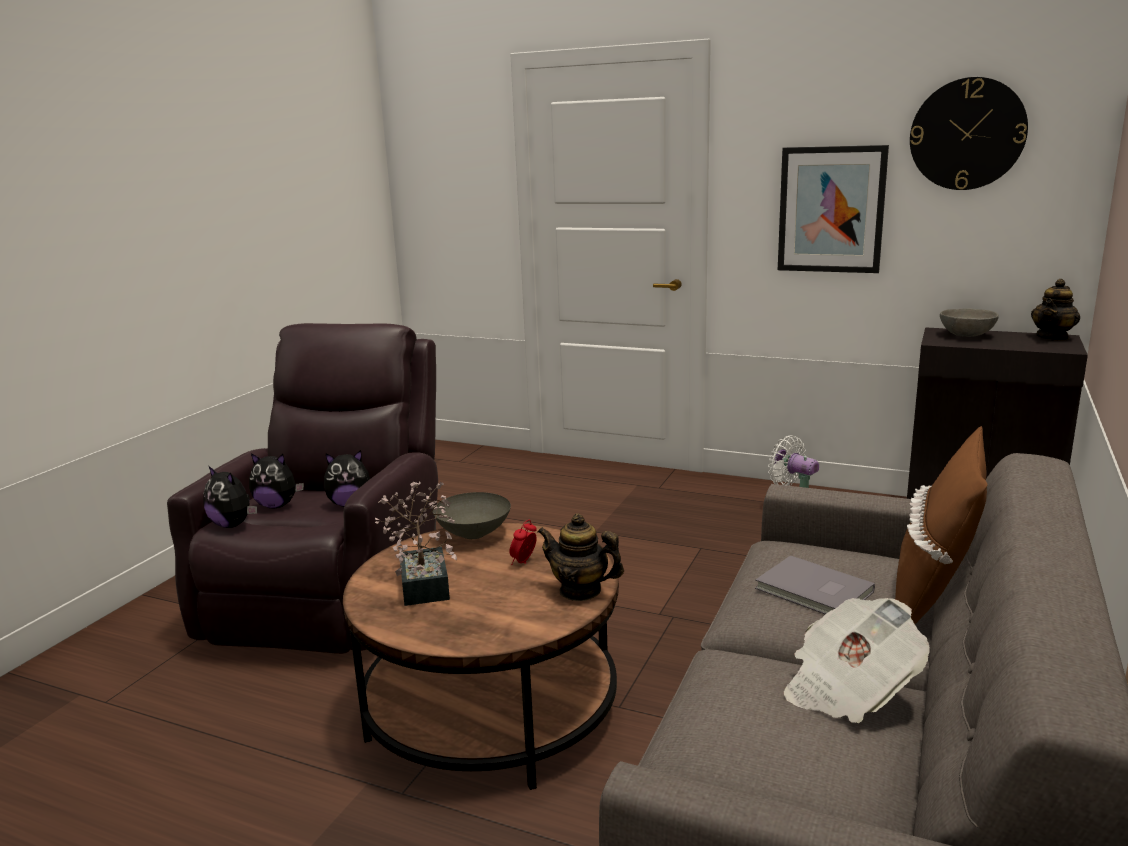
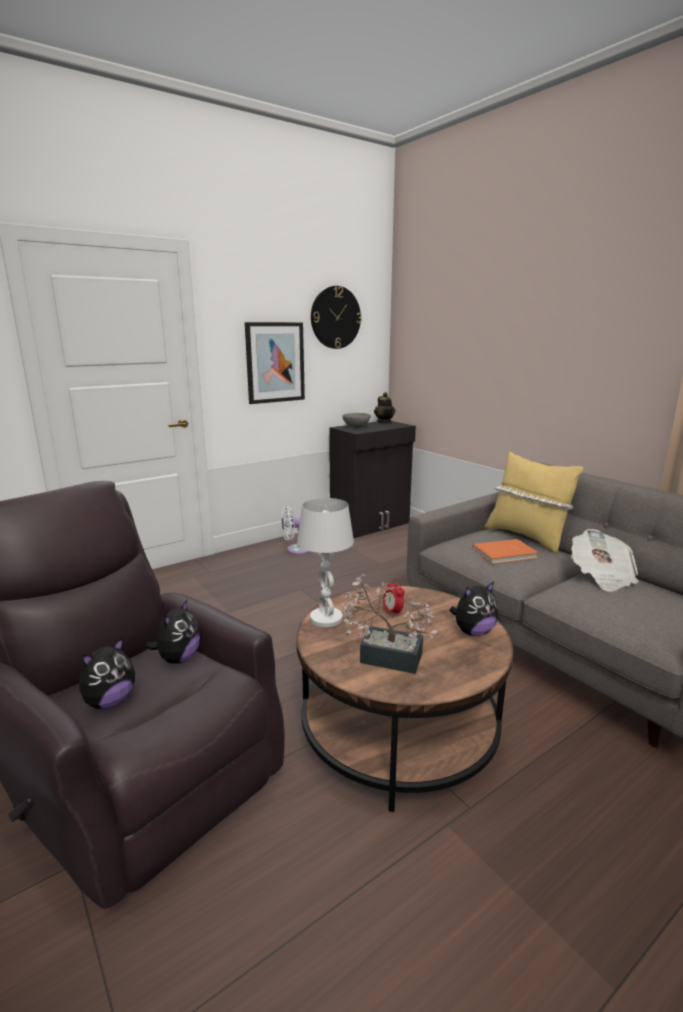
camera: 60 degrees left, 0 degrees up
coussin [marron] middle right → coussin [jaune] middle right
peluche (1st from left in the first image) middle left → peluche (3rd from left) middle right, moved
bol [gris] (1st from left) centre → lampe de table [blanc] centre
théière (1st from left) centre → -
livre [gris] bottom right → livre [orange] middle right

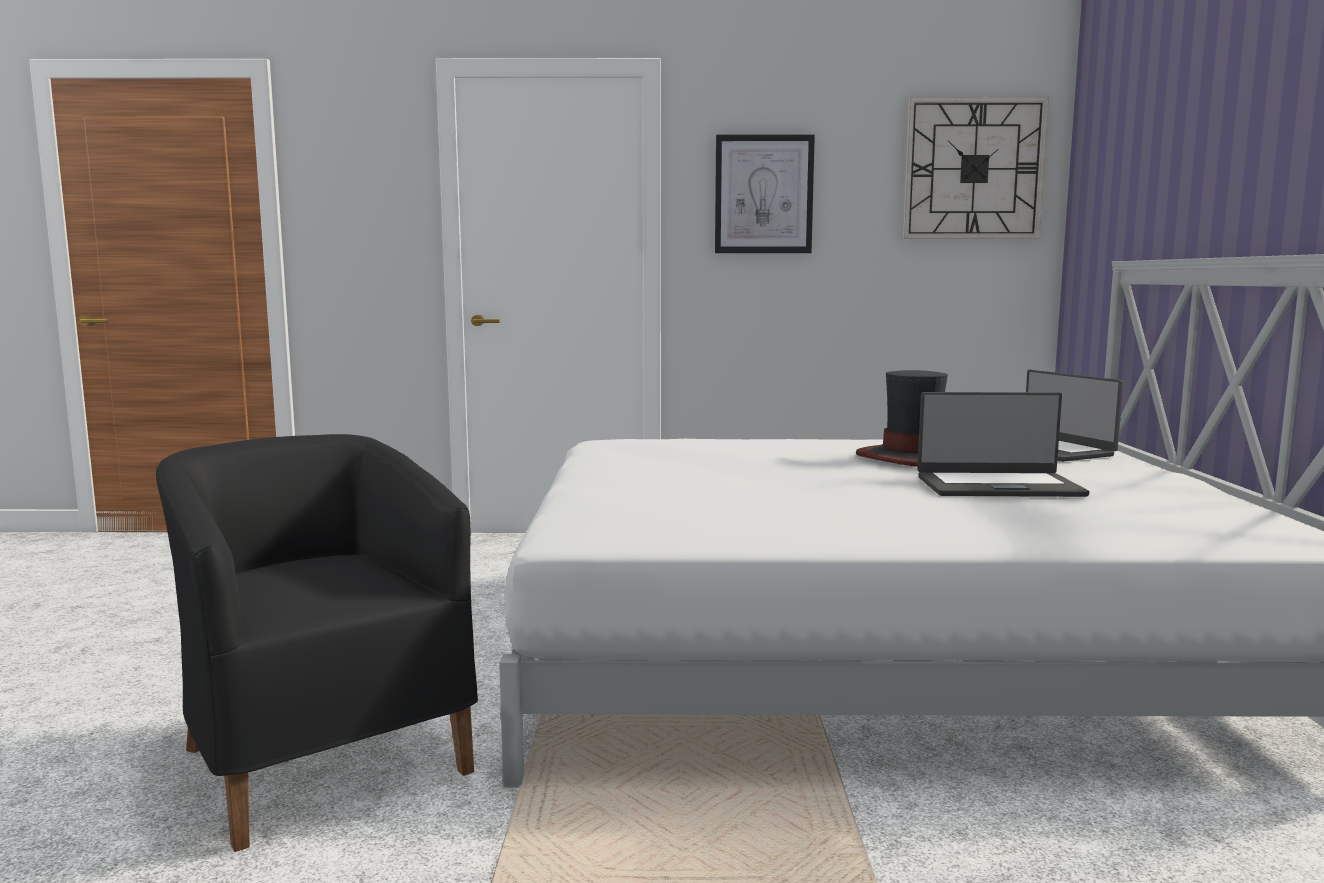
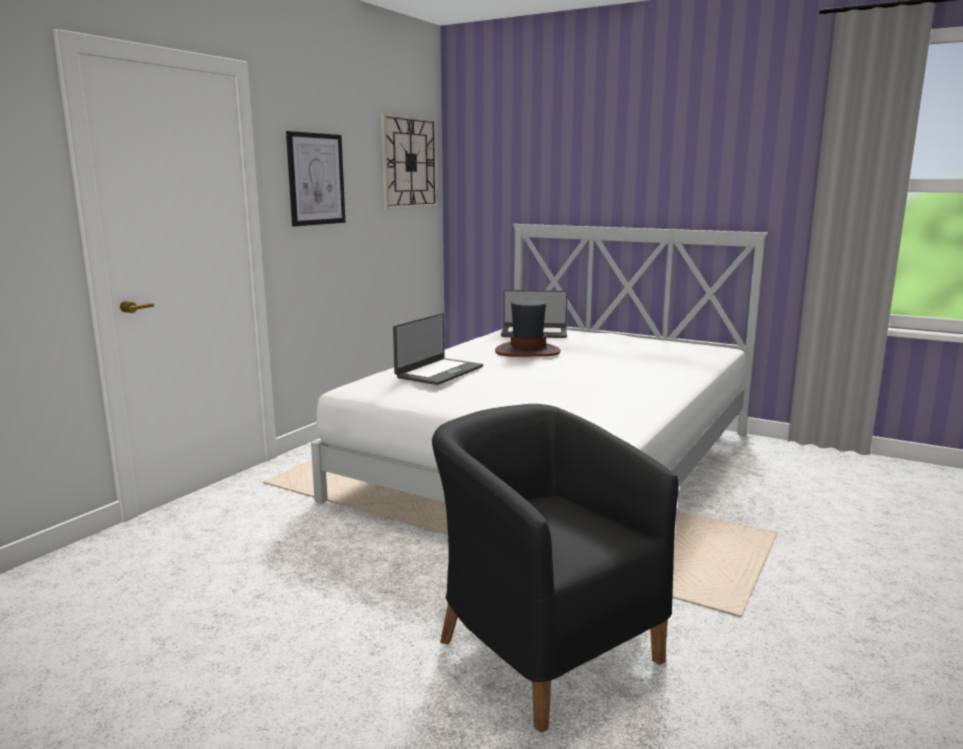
camera: 60 degrees left, 5 degrees up
ordinateur portable (1st from left) middle right → ordinateur portable (1st from left) centre, moved
fauteuil [noir] bottom left → fauteuil [noir] bottom centre, 60 degrees clockwise

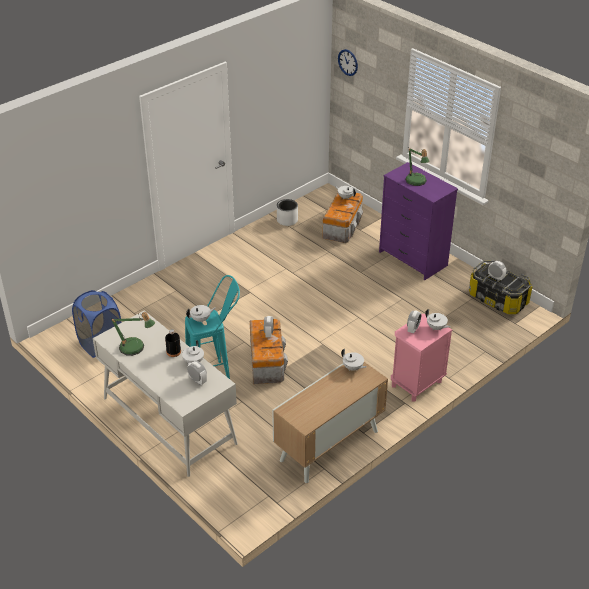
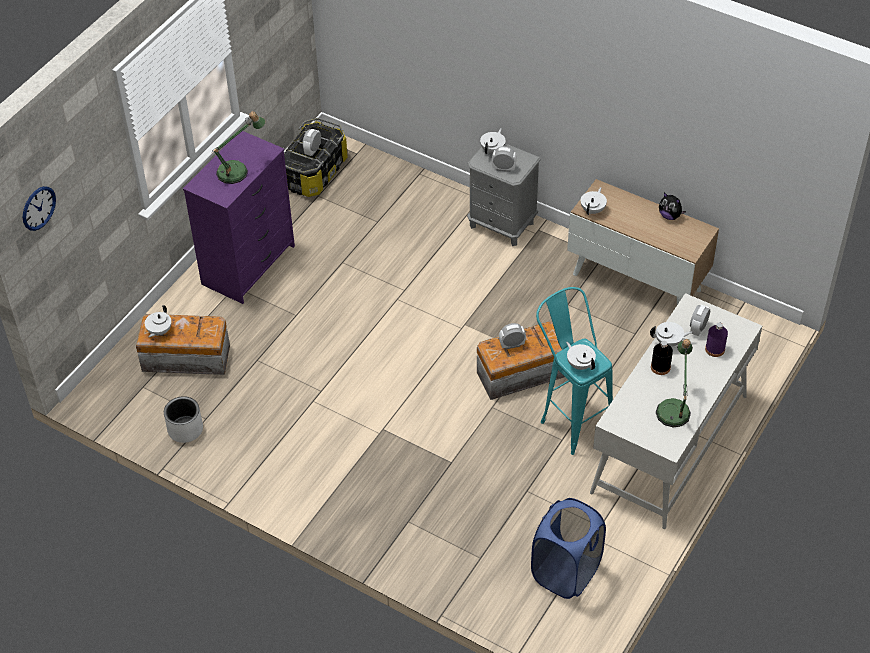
camera: 105 degrees left, 10 degrees up
table de chevet [rose] middle right → table de chevet [gris] top centre
- → peluche top right
- → bouteille [violet] middle right

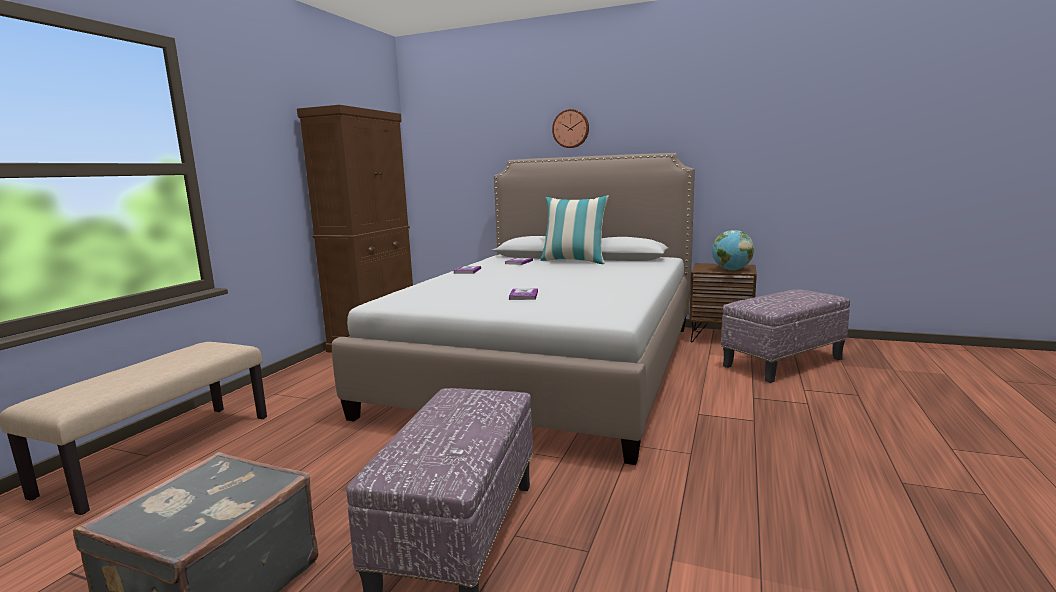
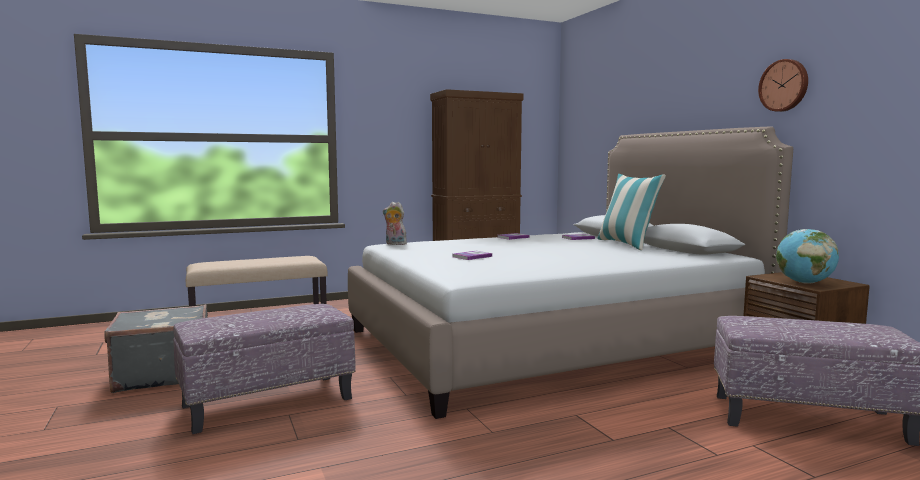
camera: 45 degrees right, 5 degrees down
horloge murale top centre → horloge murale top right, moved
- → peluche centre

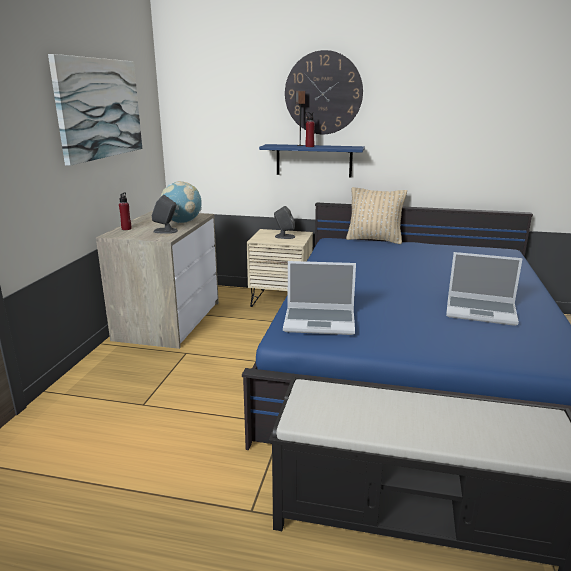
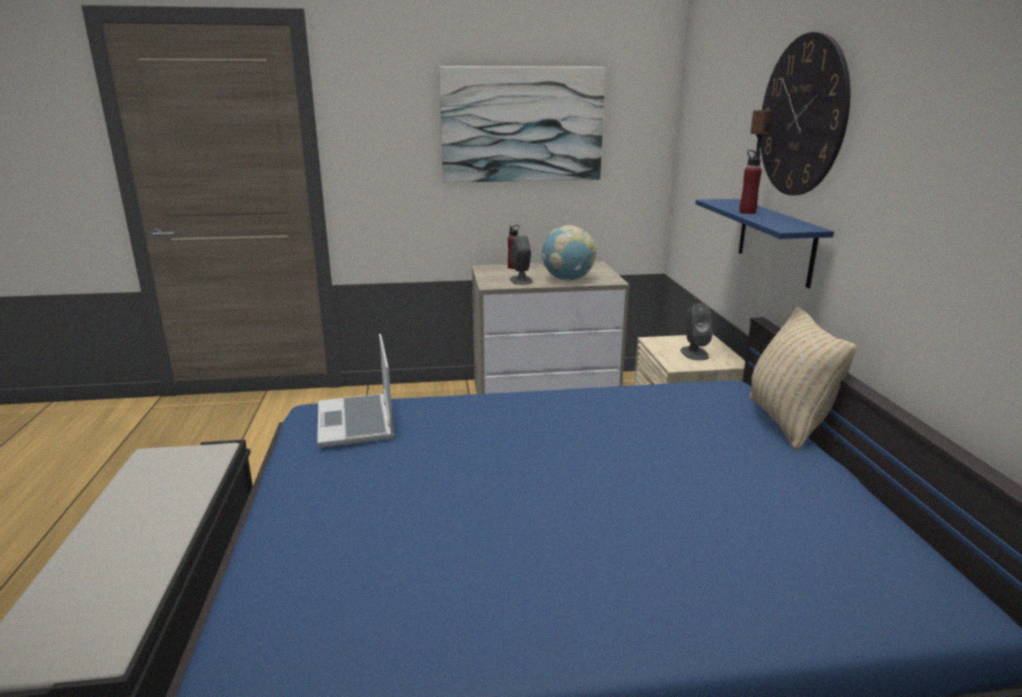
camera: 70 degrees right, 0 degrees up
ordinateur portable (2nd from left) middle right → -

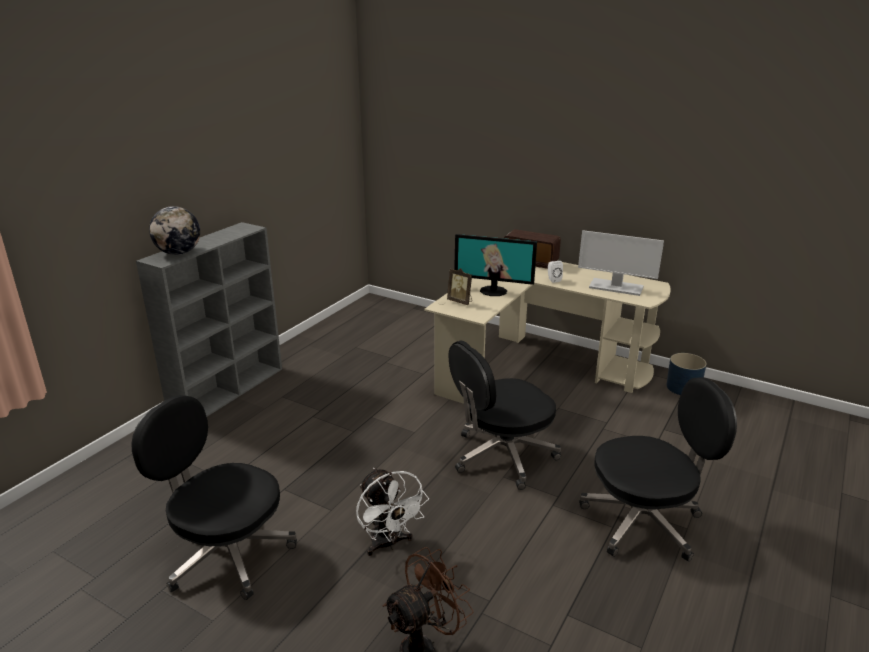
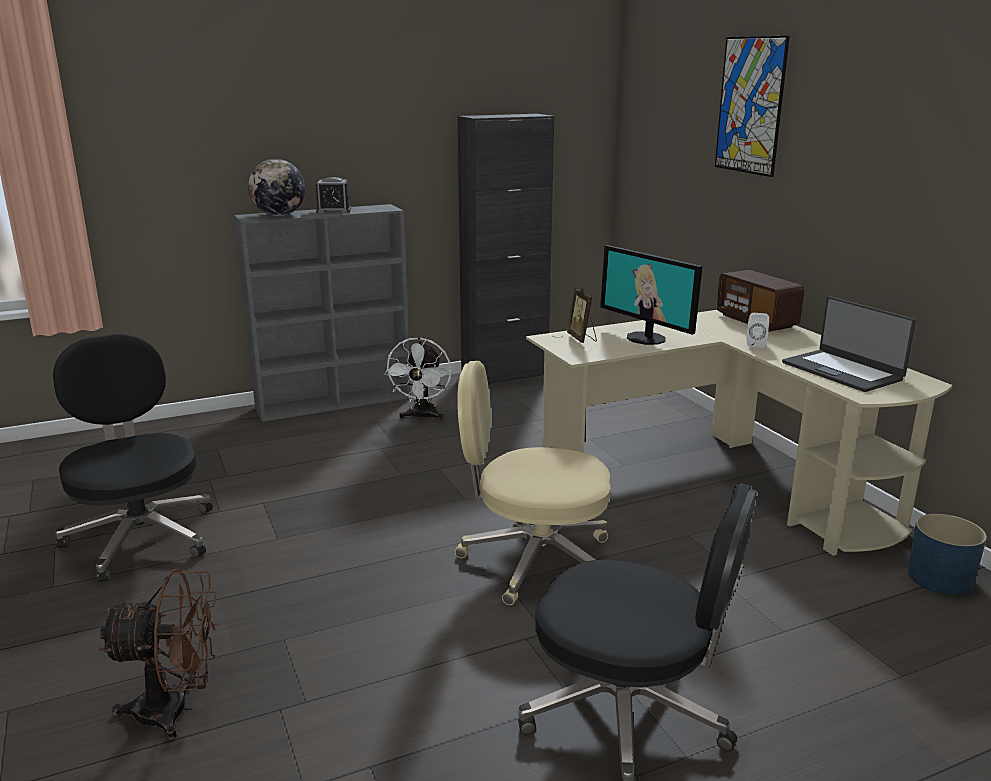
camera: 35 degrees right, 5 degrees down
écran d'ordinateur (2nd from left) middle right → ordinateur portable middle right
chaise de bureau [noir] (2nd from left) centre → chaise de bureau [beige] centre
ventilateur [blanc] bottom centre → ventilateur [blanc] centre, moved
- → tableau top right
- → meuble de rangement [noir] top centre
- → réveil top centre

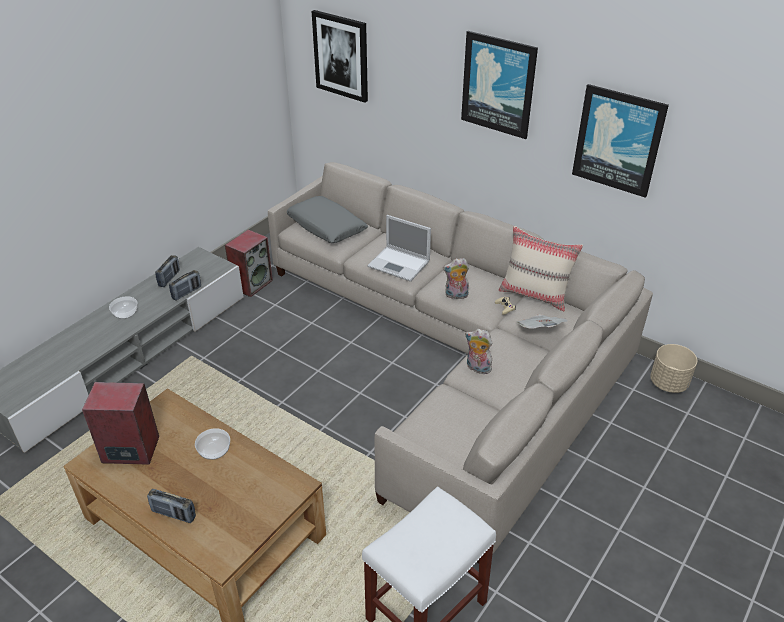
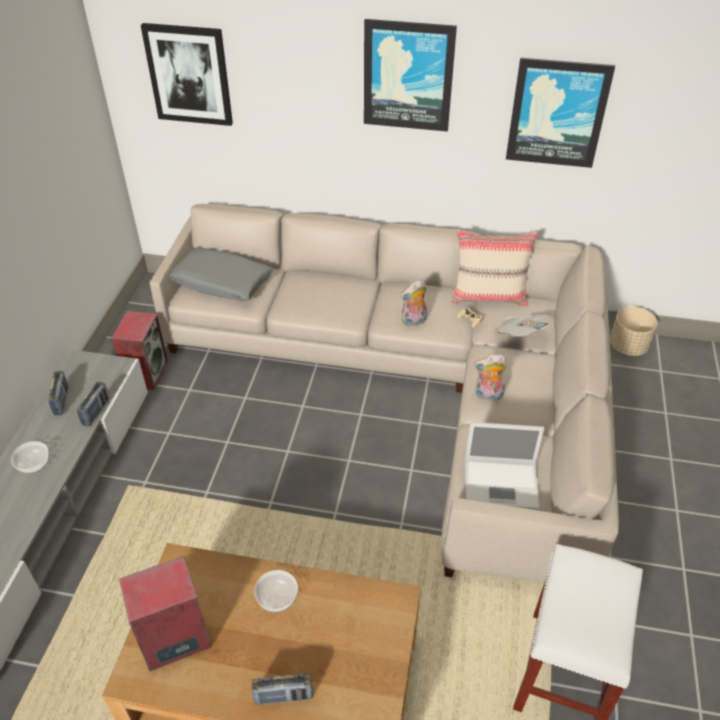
camera: 25 degrees left, 5 degrees up
ordinateur portable centre → ordinateur portable middle right, moved

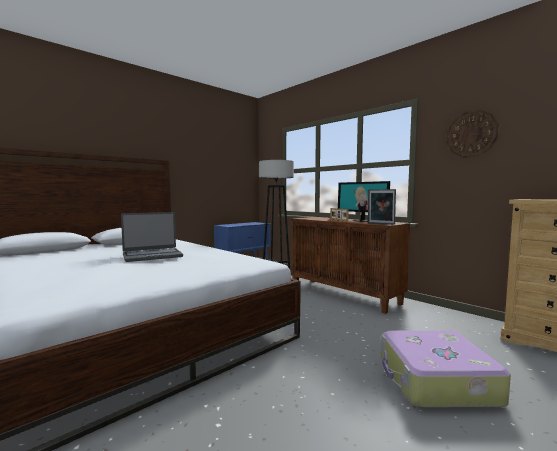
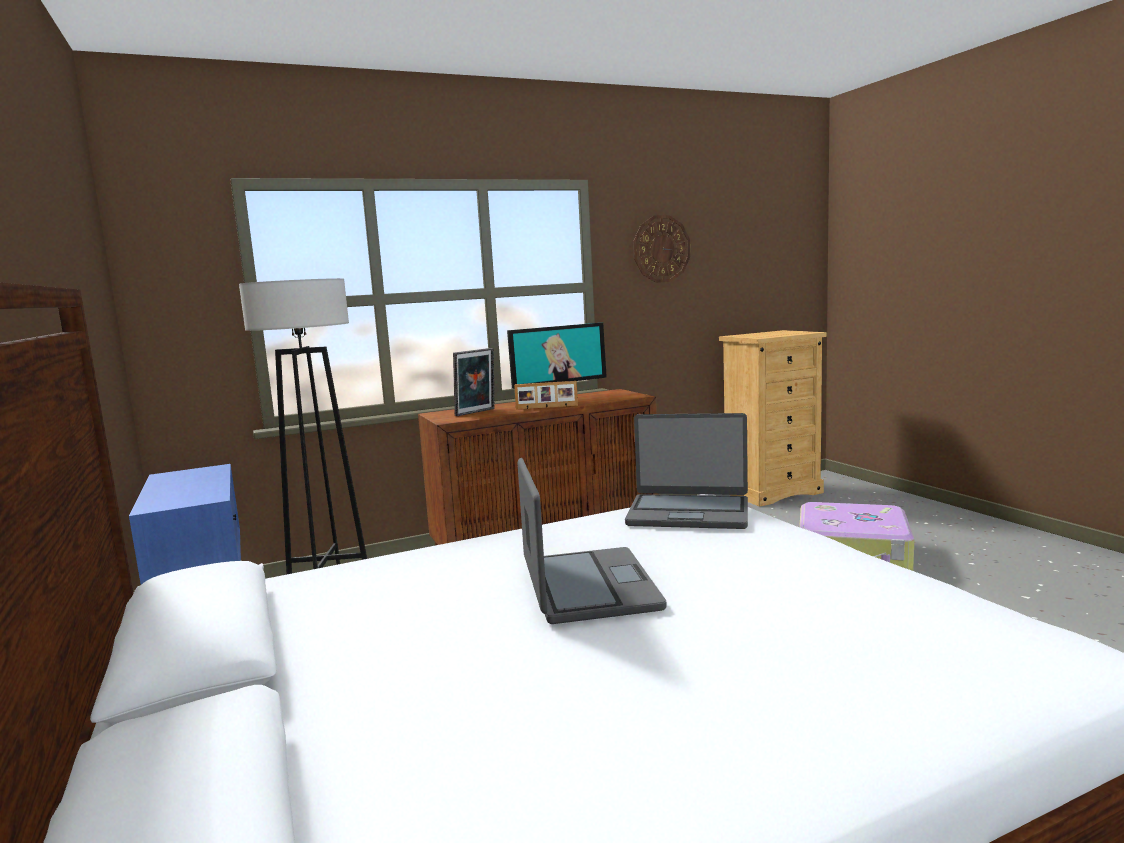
camera: 70 degrees left, 5 degrees up
cadre photo (2nd from left in the first image) middle right → cadre photo (1st from left) centre, moved
- → ordinateur portable (2nd from left) centre

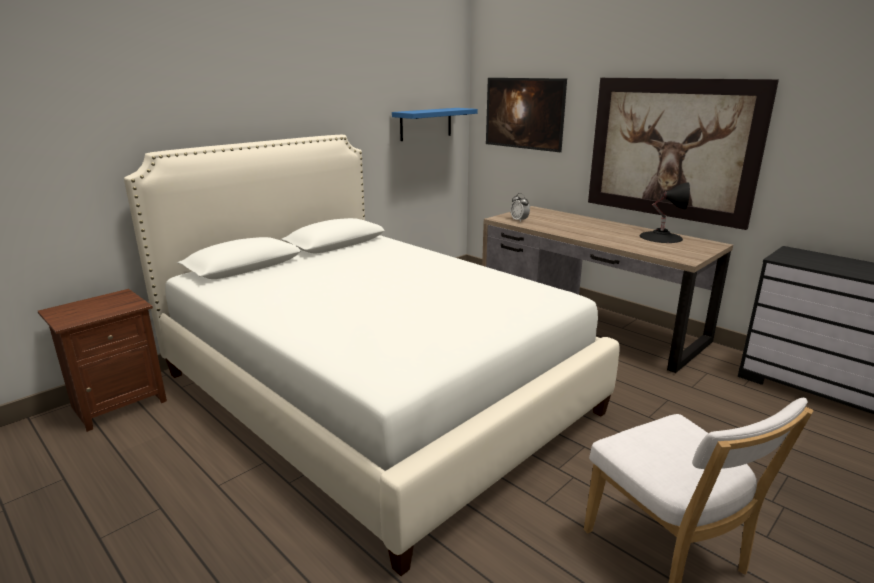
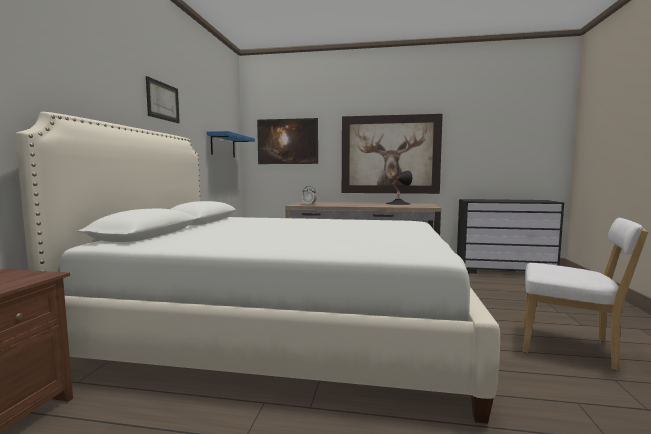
camera: 35 degrees left, 15 degrees down
- → tableau (1st from left) top left

